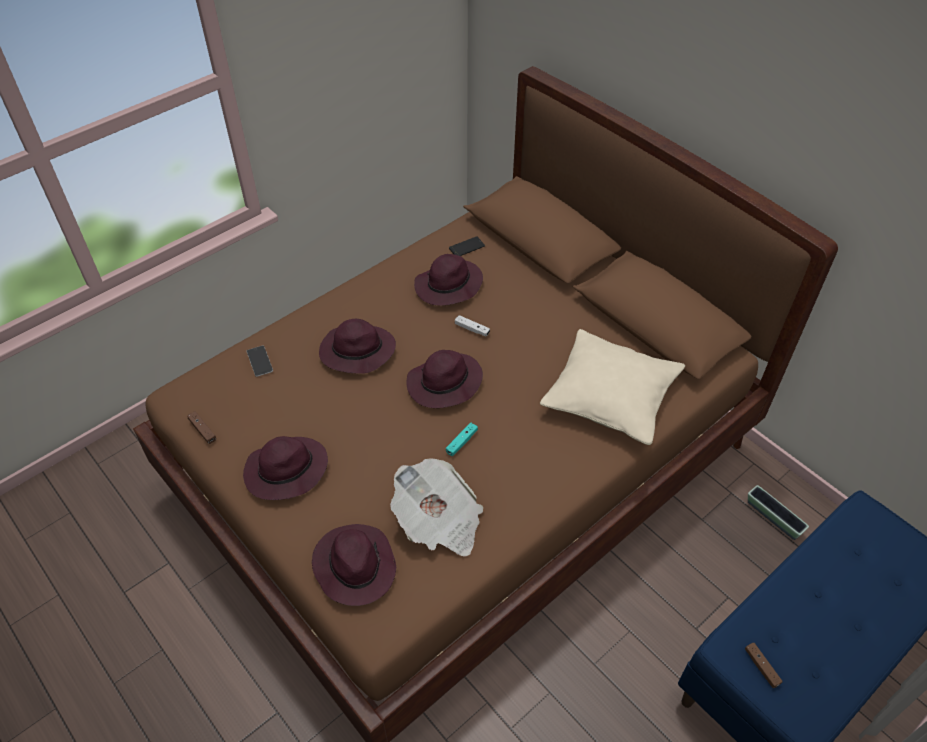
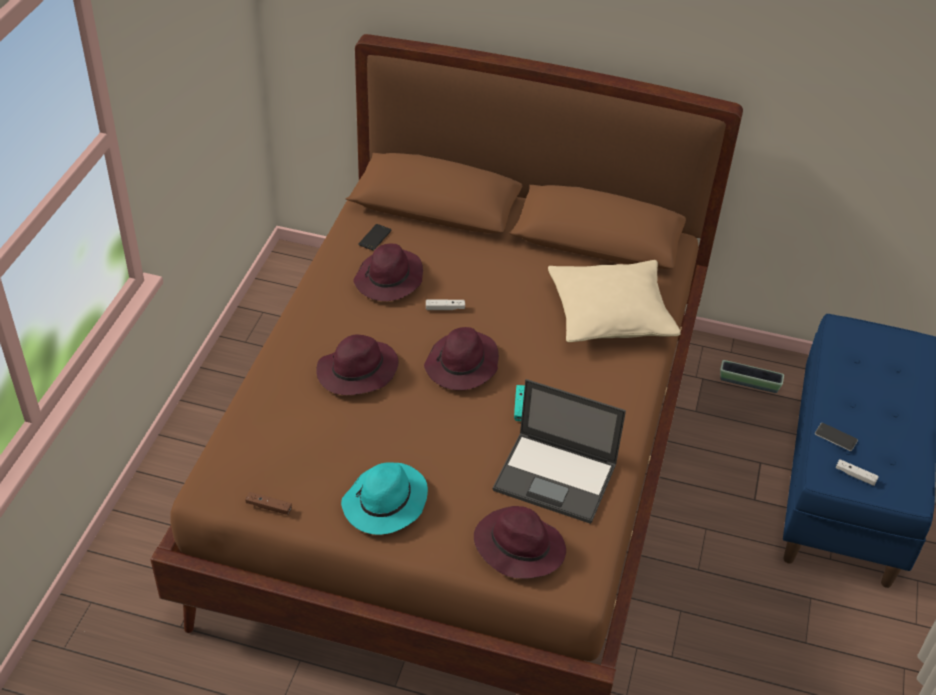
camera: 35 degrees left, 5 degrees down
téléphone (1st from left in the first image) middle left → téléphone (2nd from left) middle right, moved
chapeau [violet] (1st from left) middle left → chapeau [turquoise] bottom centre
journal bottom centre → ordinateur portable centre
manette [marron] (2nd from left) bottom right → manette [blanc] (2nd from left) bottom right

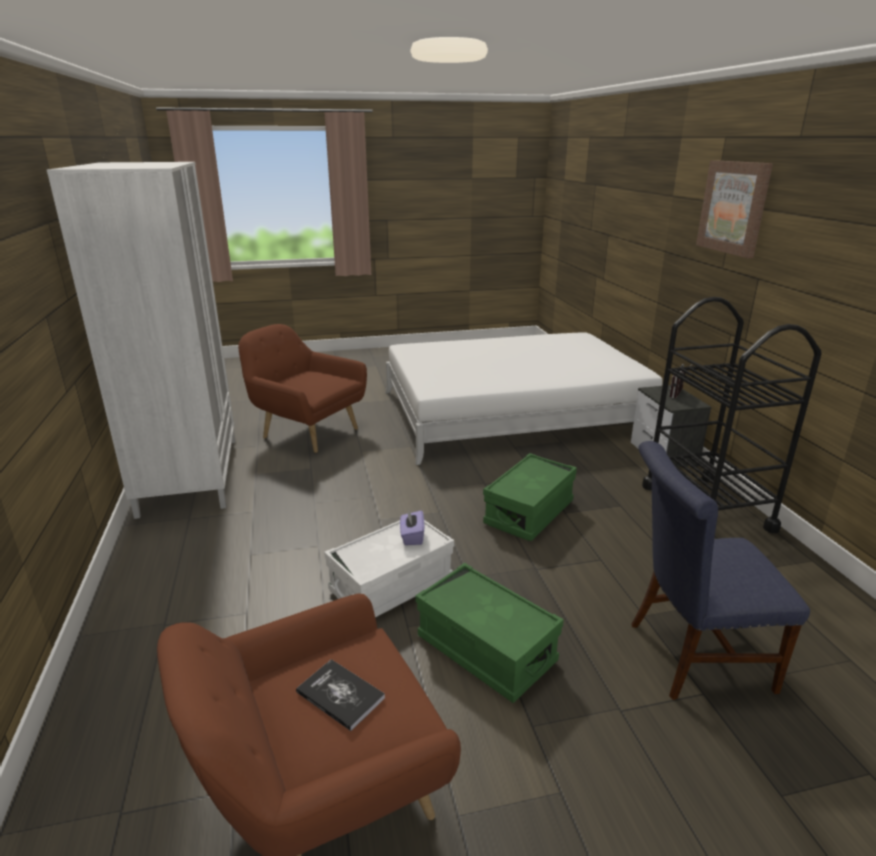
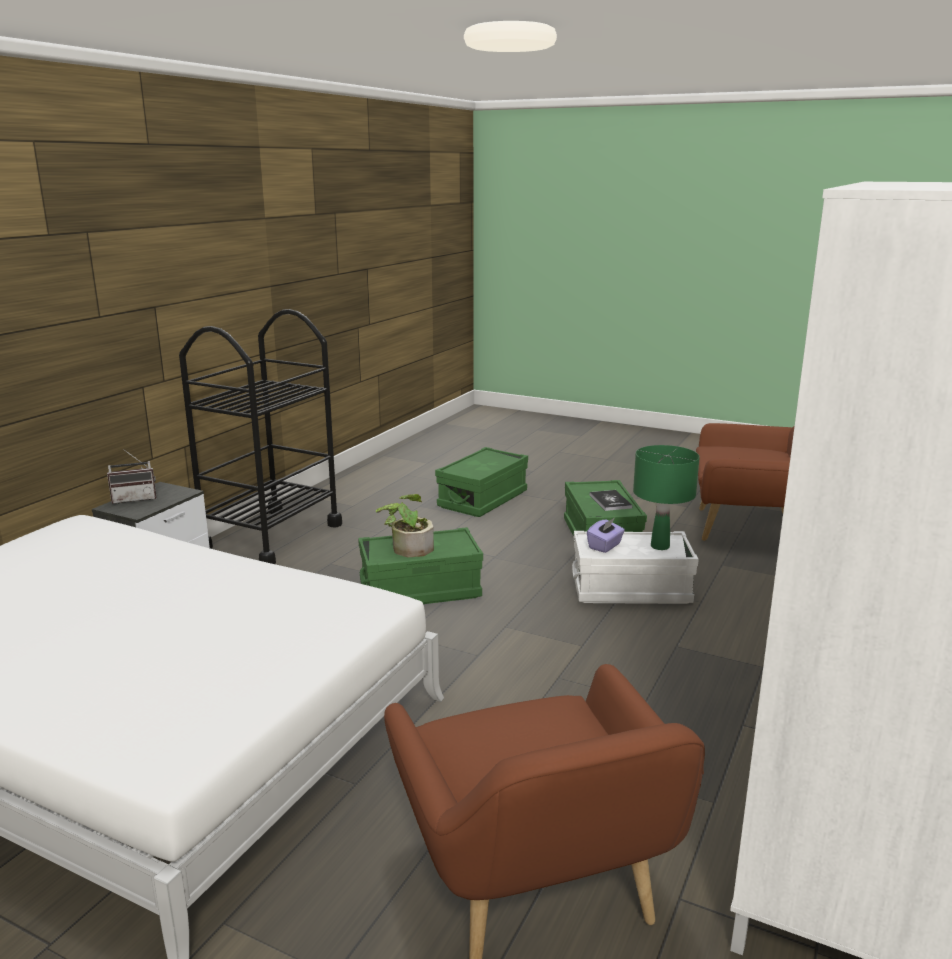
camera: 140 degrees left, 5 degrees down
tableau top right → -
chaise [bleu] middle right → boîte de rangement [vert] (2nd from left) centre
livre bottom centre → livre centre, moved
- → lampe de table [vert] middle right
- → plante en pot centre

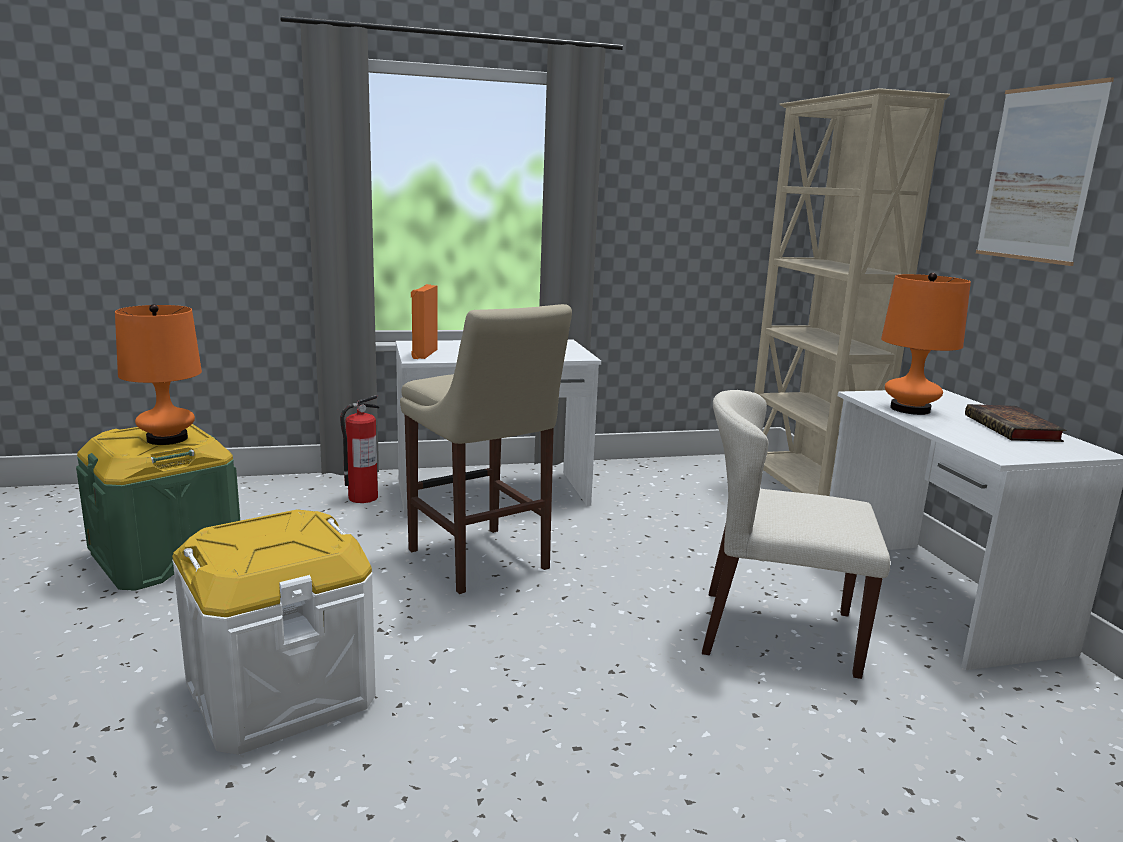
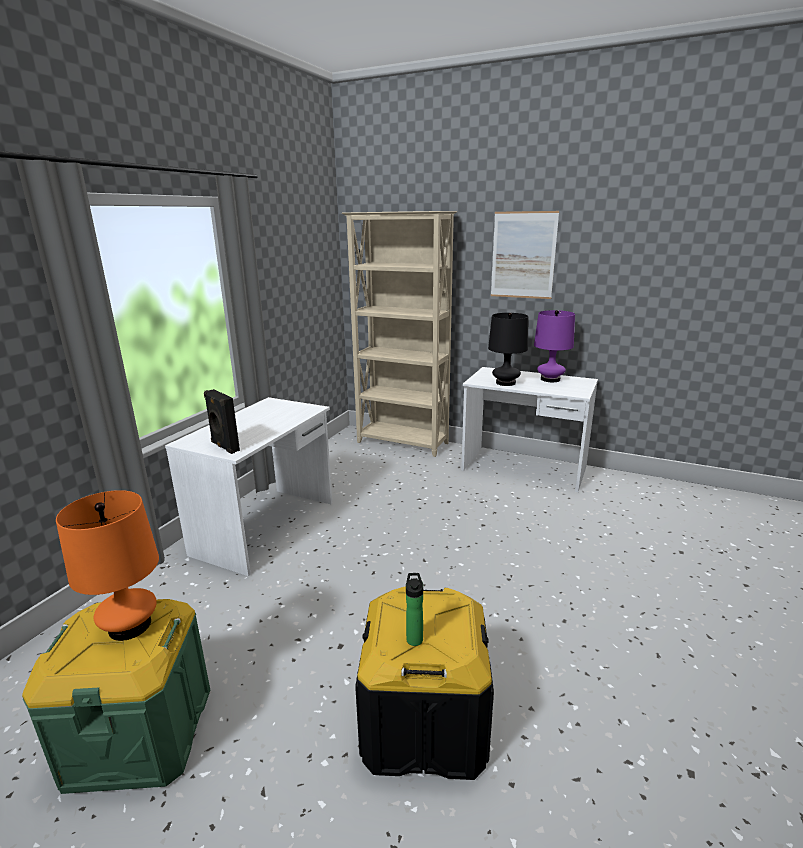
camera: 50 degrees left, 5 degrees up
lampe de table [orange] (2nd from left) middle right → lampe de table [noir] centre
enceinte [orange] centre → enceinte [noir] middle left
tabouret [beige] centre → -
chaise [beige] middle right → -
extincteur middle left → -
livre middle right → lampe de table [violet] middle right
boîte de rangement [blanc] bottom left → boîte de rangement [noir] bottom centre
- → bouteille bottom centre

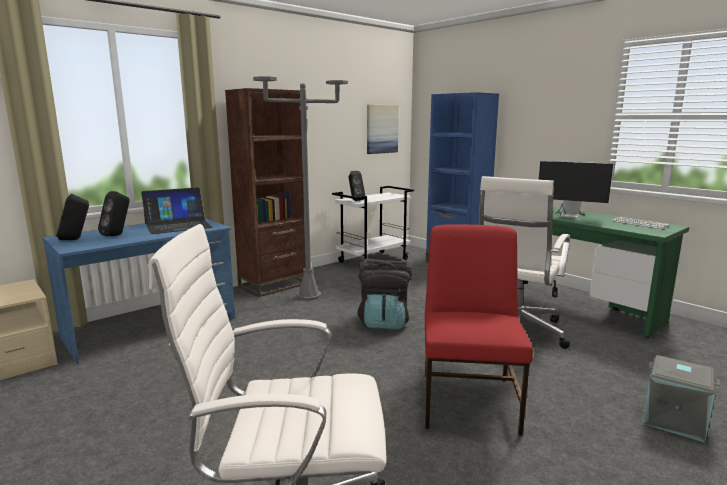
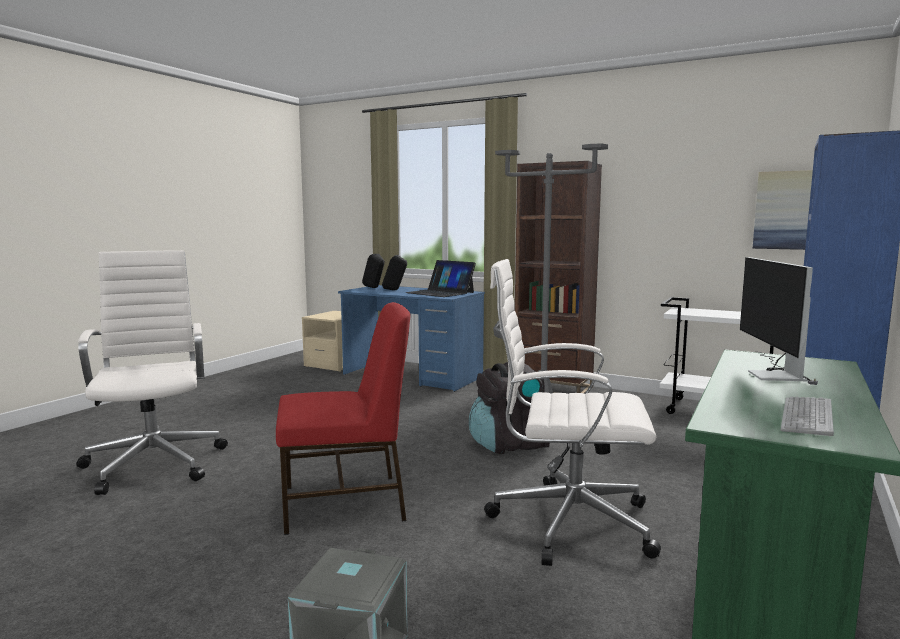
camera: 70 degrees right, 5 degrees down
enceinte [noir] (3rd from left) centre → -

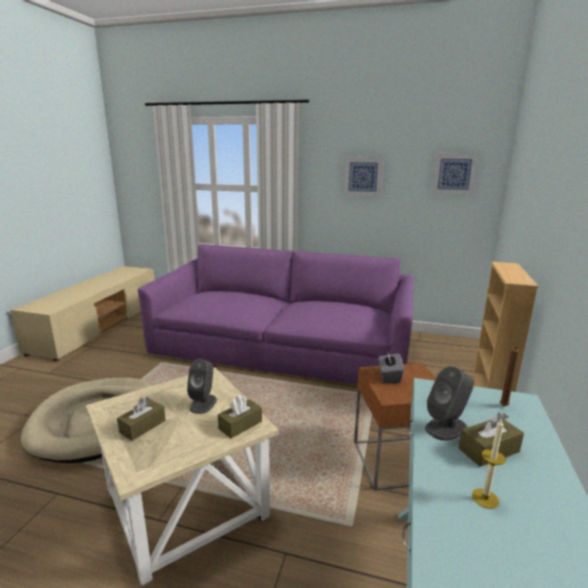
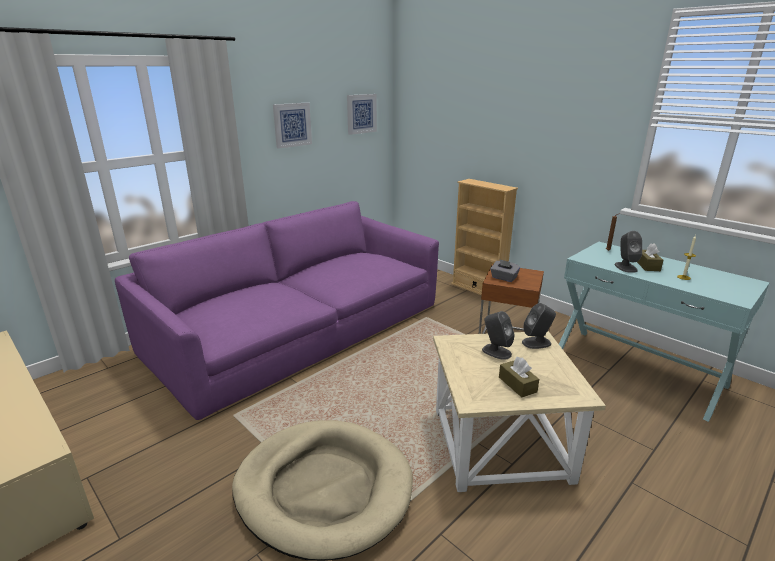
camera: 60 degrees left, 5 degrees up
boîte à mouchoirs [marron] (2nd from left) bottom centre → enceinte [gris] (2nd from left) middle right

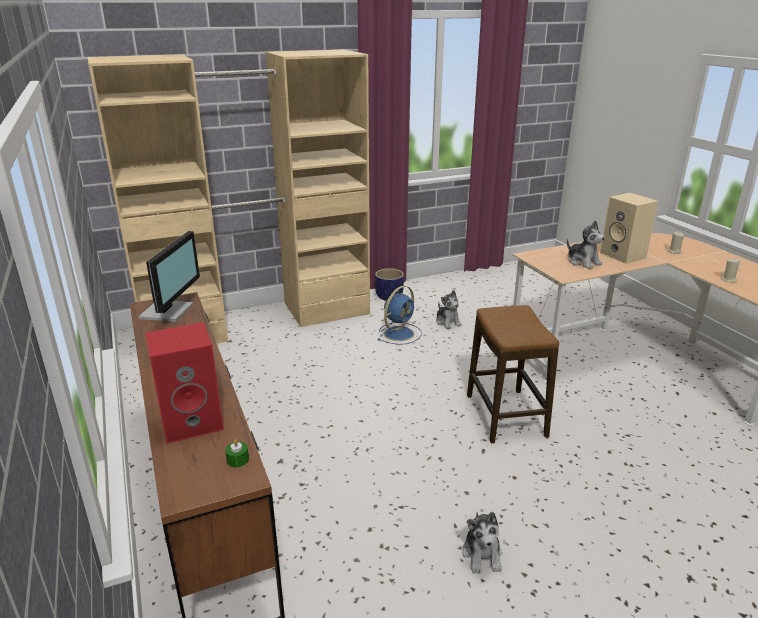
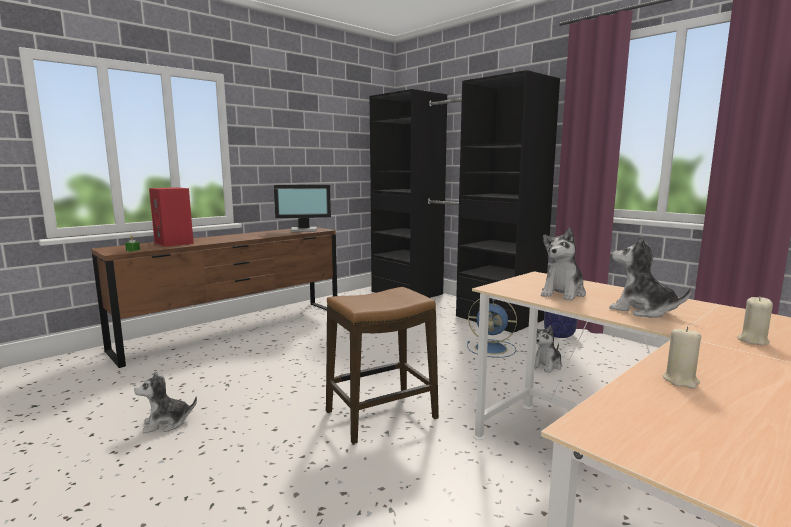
camera: 70 degrees right, 15 degrees down
armoire [beige] top left → armoire [noir] centre
enceinte [beige] middle right → peluche (4th from left) middle right

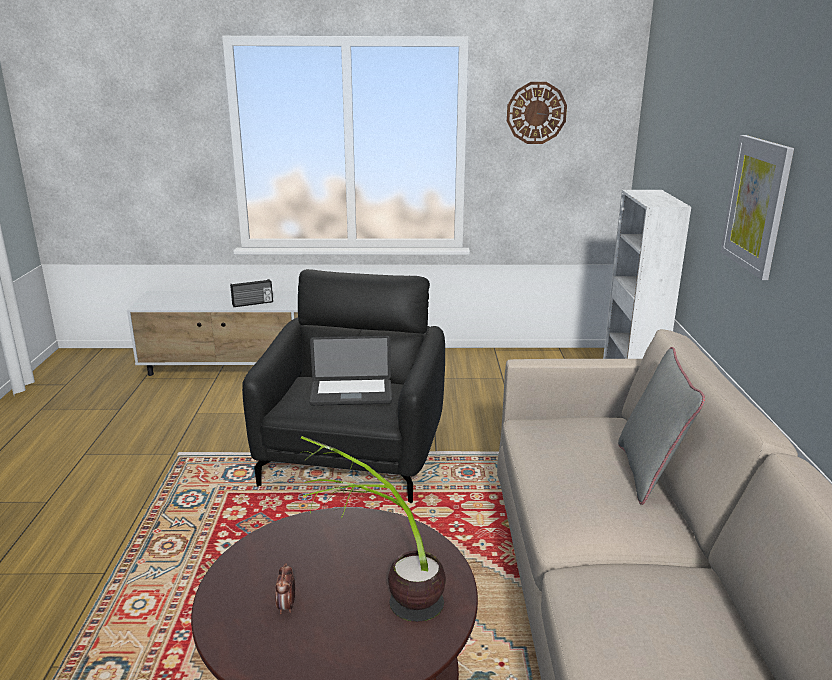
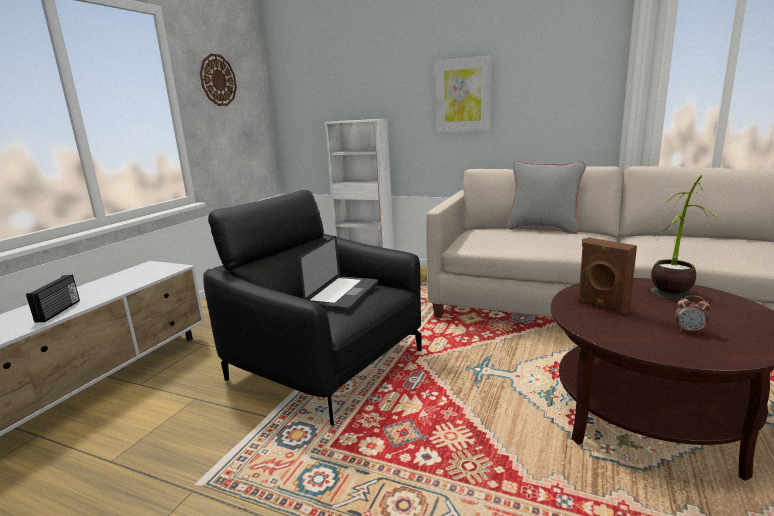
camera: 65 degrees left, 5 degrees down
- → enceinte [marron] middle right

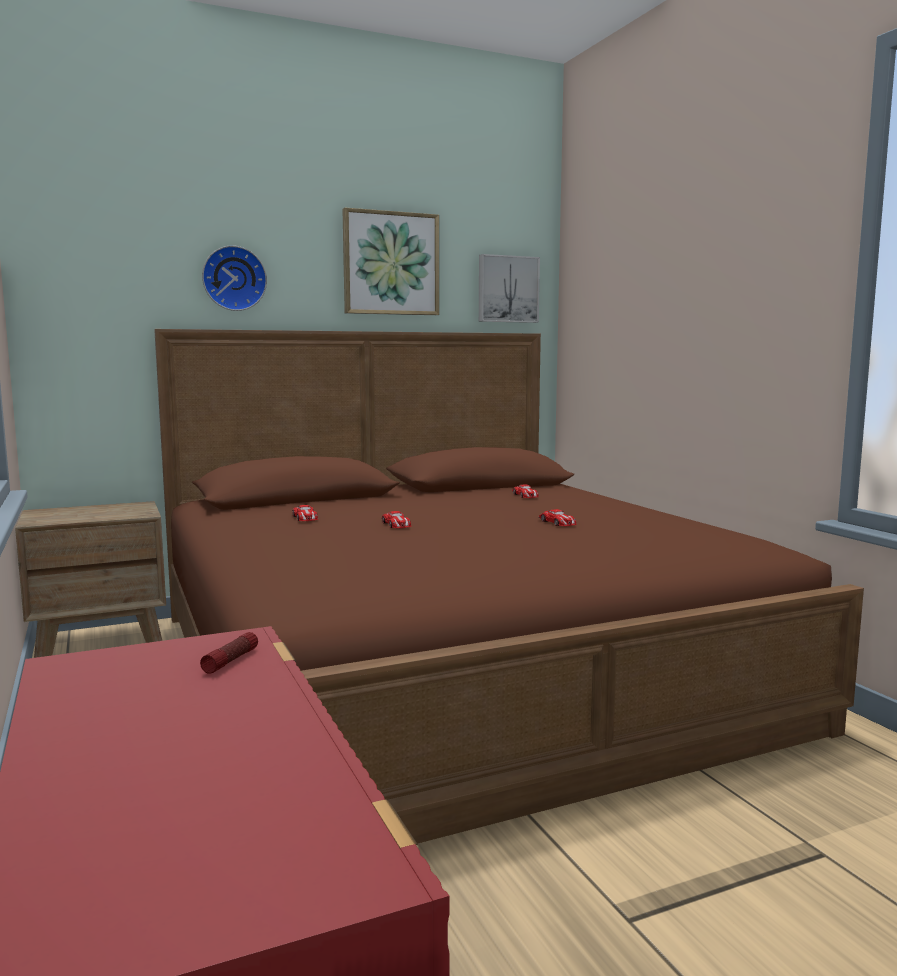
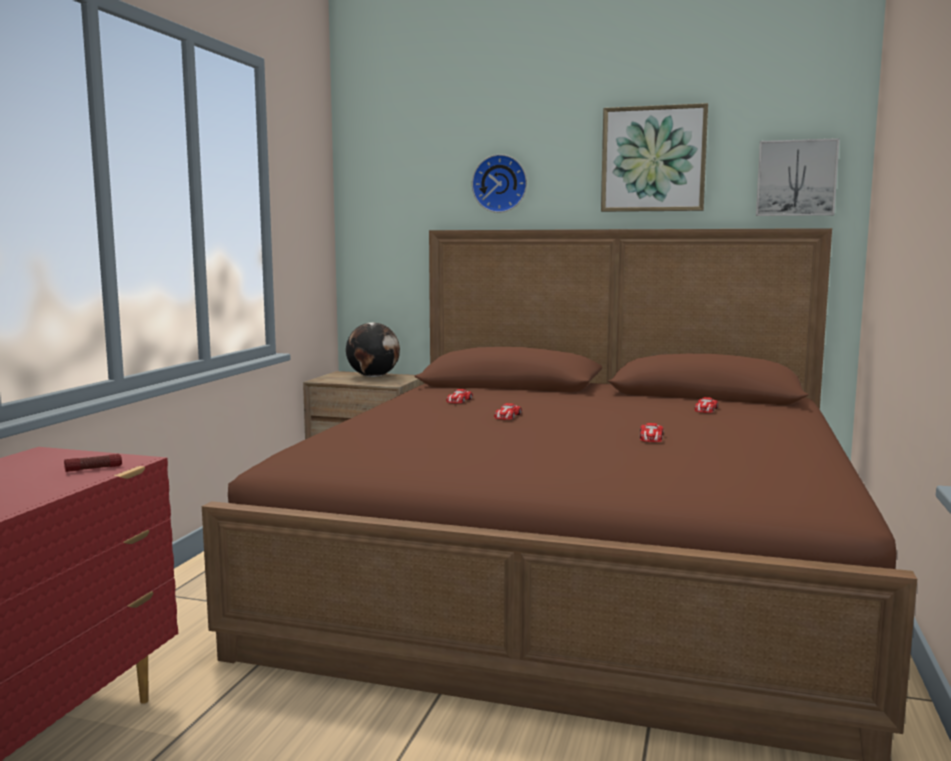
camera: 40 degrees right, 0 degrees up
- → globe centre

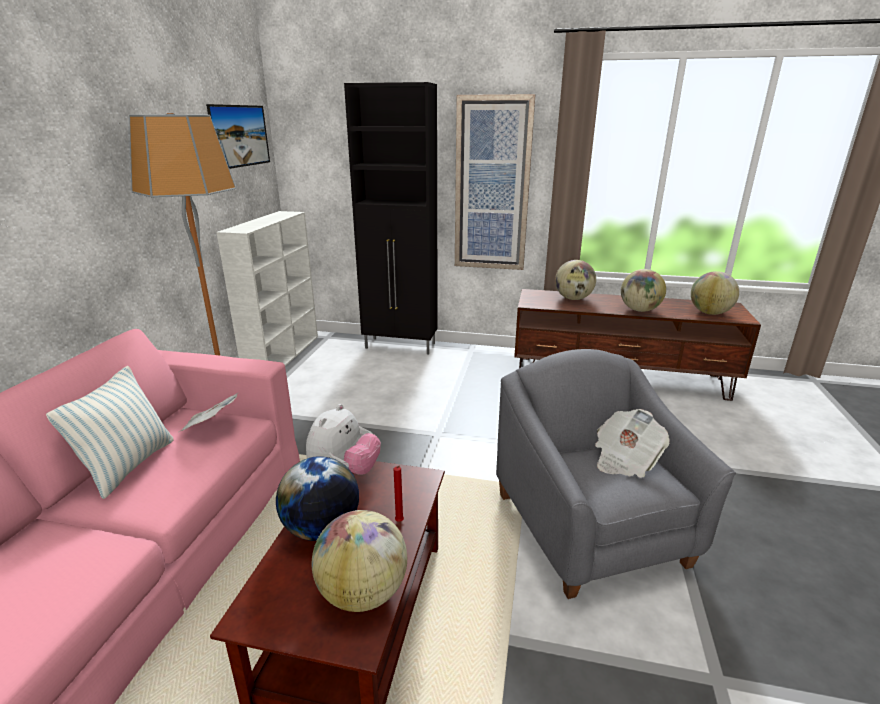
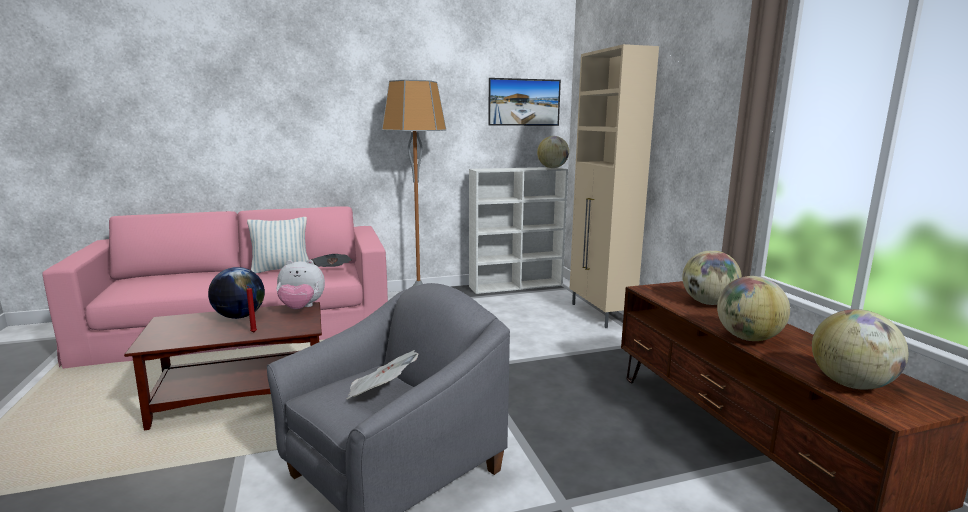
camera: 60 degrees right, 10 degrees down
meuble de rangement [noir] top centre → meuble de rangement [beige] centre
tableau (2nd from left) top centre → -
globe (2nd from left) bottom centre → globe (2nd from left) top centre, moved

